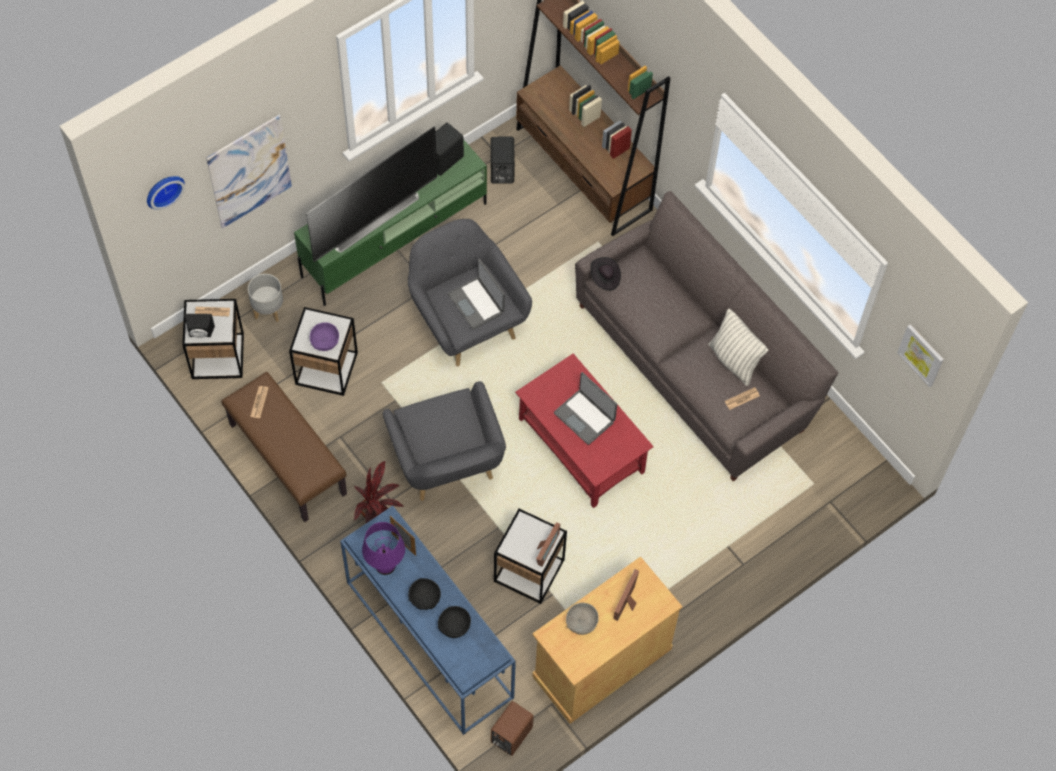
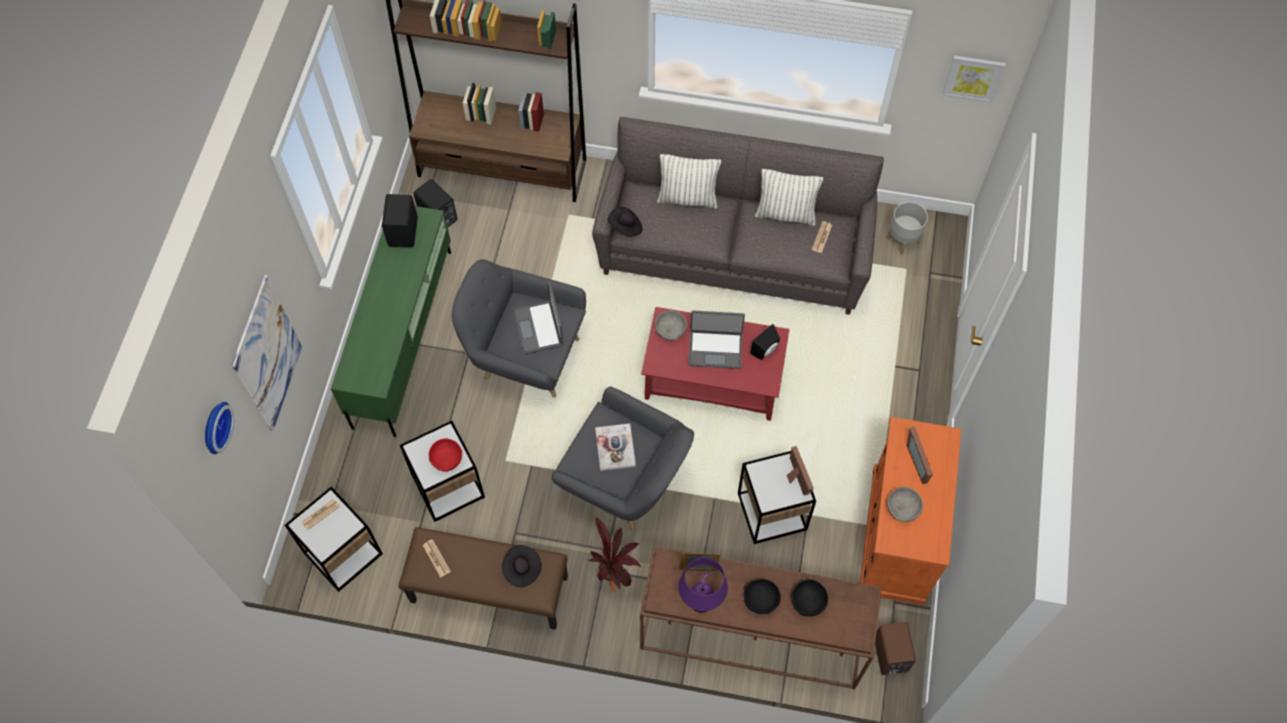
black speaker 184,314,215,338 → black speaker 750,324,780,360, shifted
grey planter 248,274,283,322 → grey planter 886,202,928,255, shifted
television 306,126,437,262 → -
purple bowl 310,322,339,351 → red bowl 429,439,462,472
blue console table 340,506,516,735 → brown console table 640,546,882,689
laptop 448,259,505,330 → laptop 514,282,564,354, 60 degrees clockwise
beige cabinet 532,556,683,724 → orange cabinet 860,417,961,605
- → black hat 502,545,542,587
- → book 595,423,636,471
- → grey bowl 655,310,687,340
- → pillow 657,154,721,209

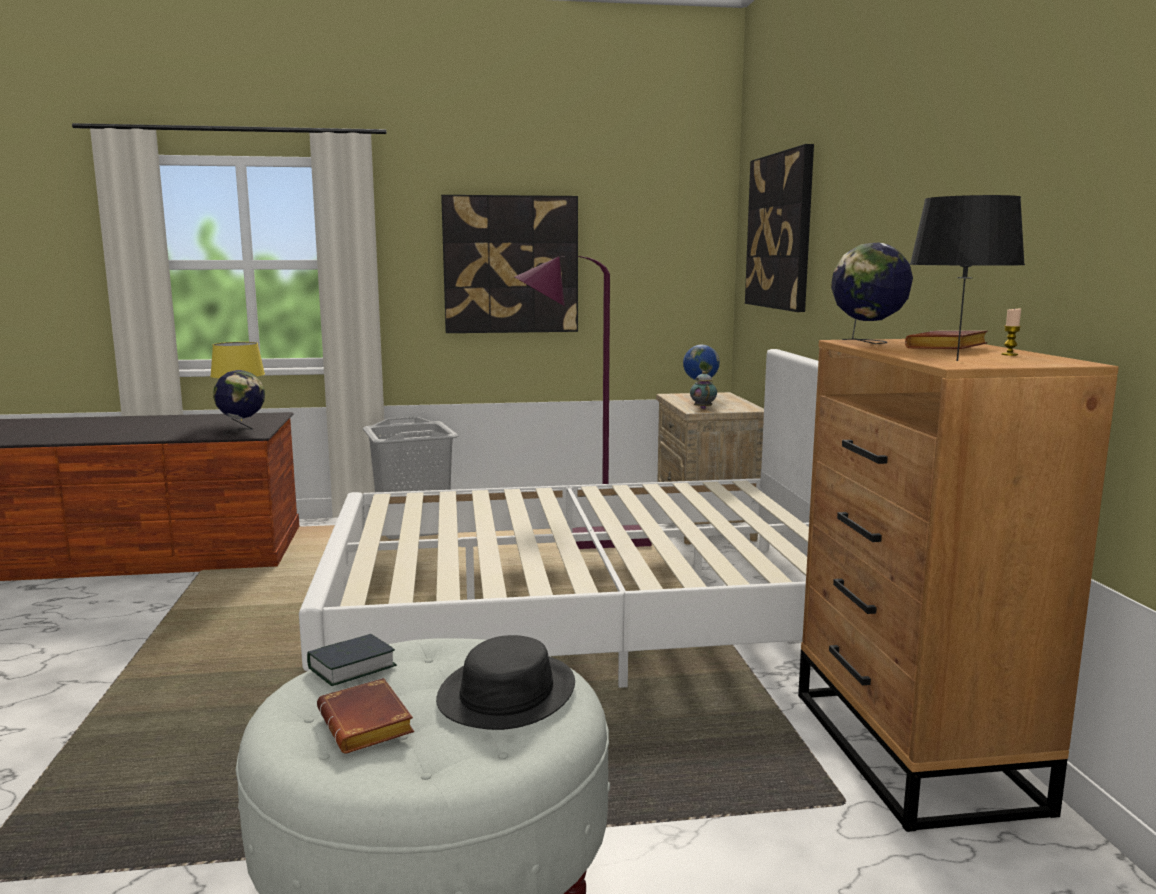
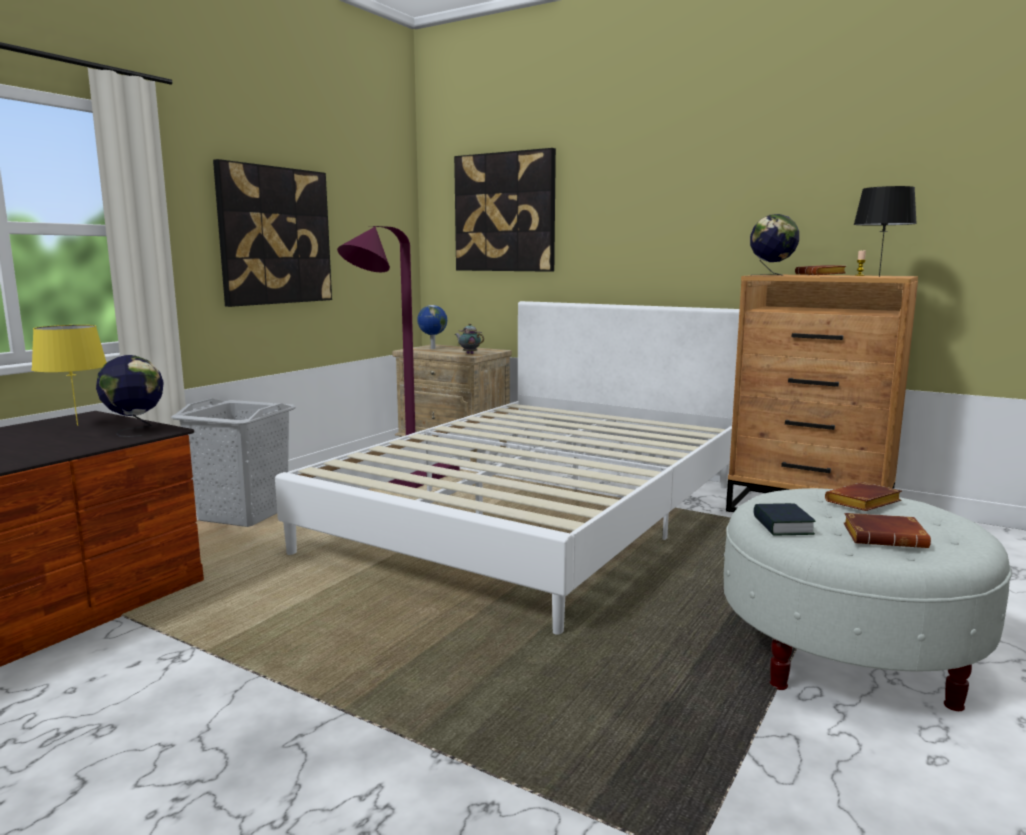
black hat 436,635,575,730 → brown book 825,482,902,511

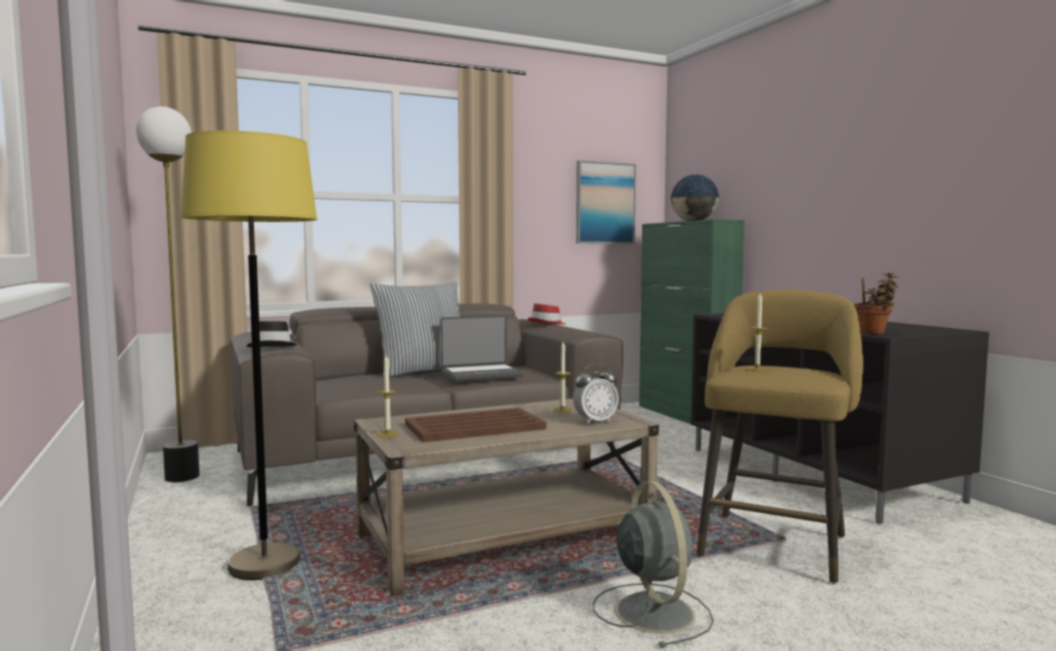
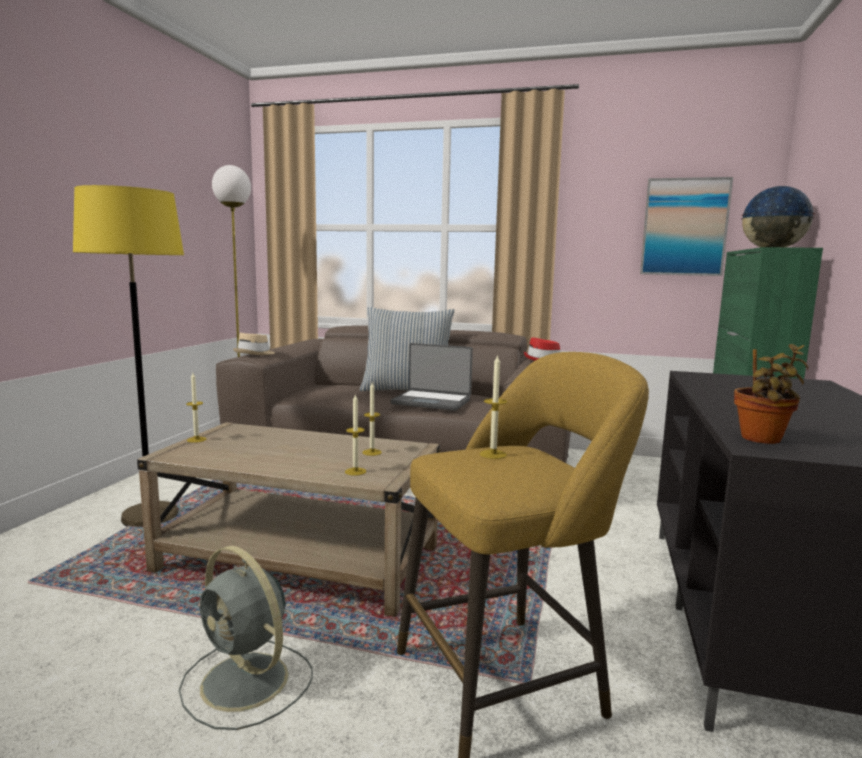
black hat 246,321,297,347 → beige hat 233,333,275,355
brown tray 405,408,547,442 → -
alarm clock 573,363,619,424 → candle 345,395,366,476
grey fan 593,481,714,648 → grey fan 179,546,313,730, 105 degrees clockwise

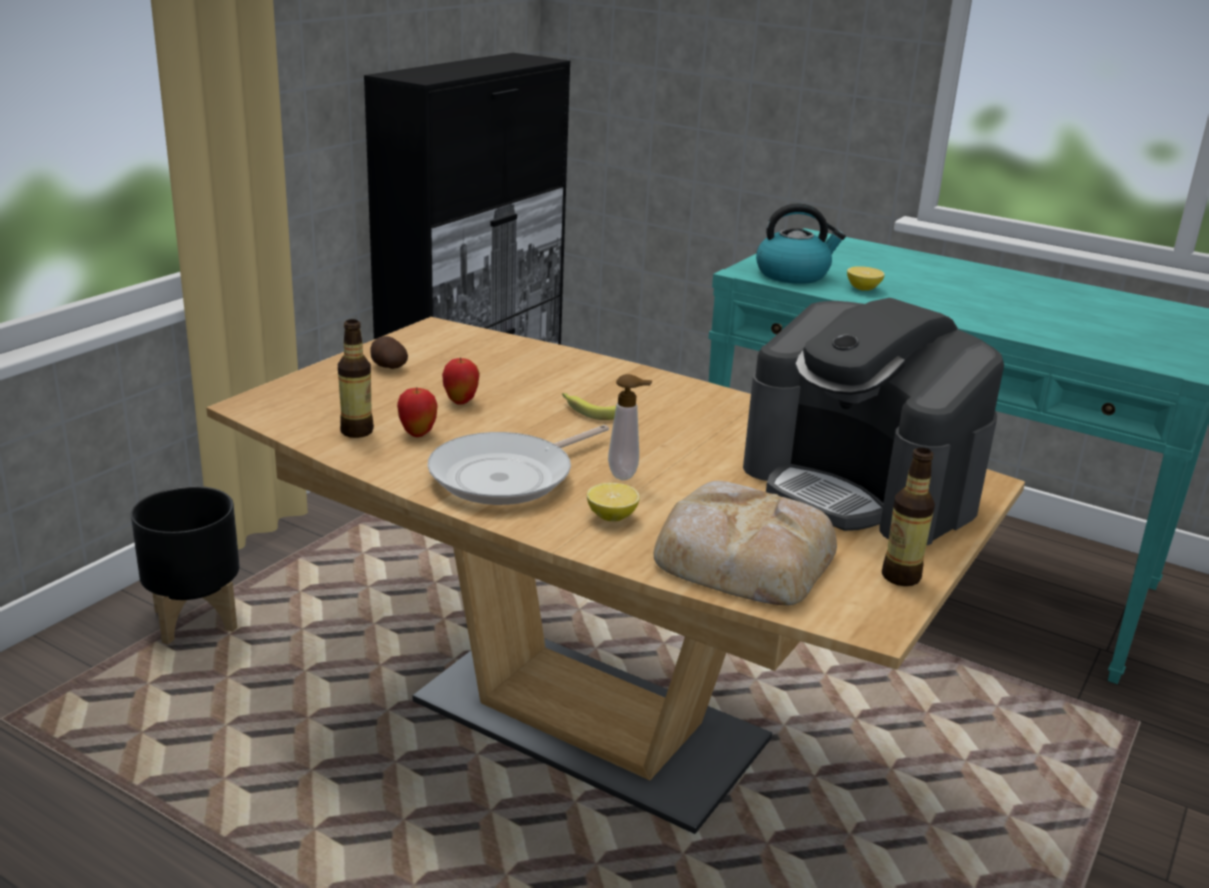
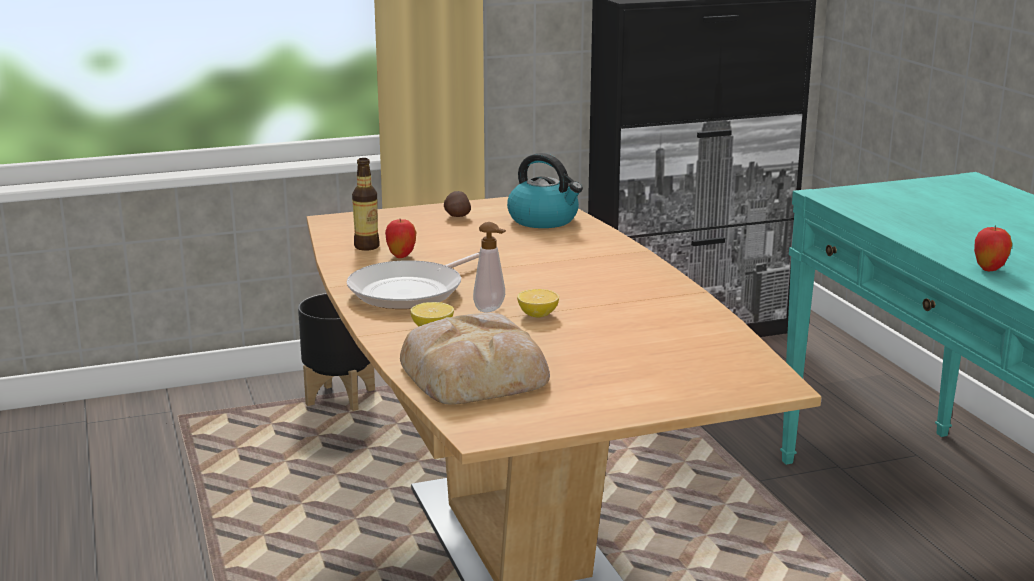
frying pan 428,425,609,505 → frying pan 347,252,480,309, 45 degrees counterclockwise
apple 442,357,480,405 → apple 974,225,1012,271, shifted
banana 562,393,616,420 → -
coffee machine 743,298,1004,546 → -
kettle 756,203,846,284 → kettle 507,153,583,228, shifted
lemon 847,266,884,291 → lemon 517,289,560,318, shifted
bottle 882,448,935,586 → -

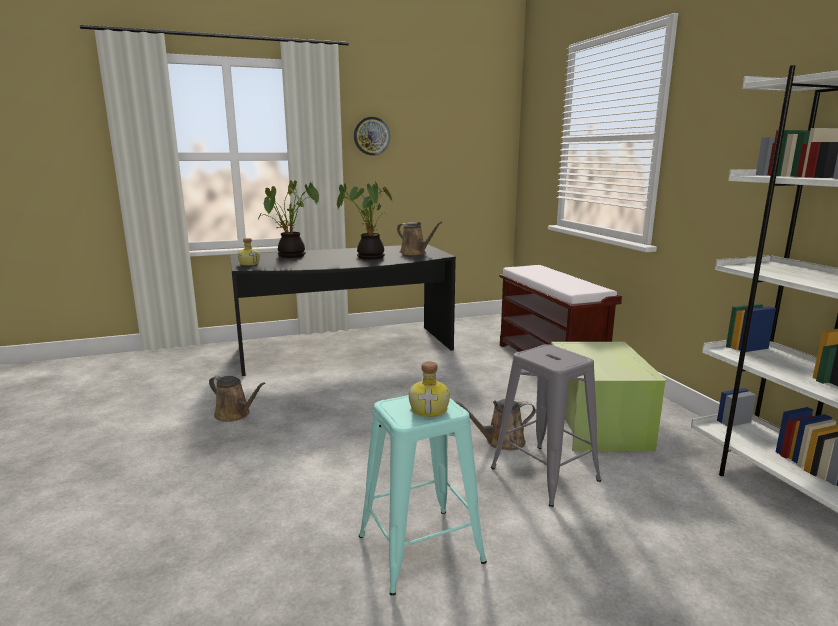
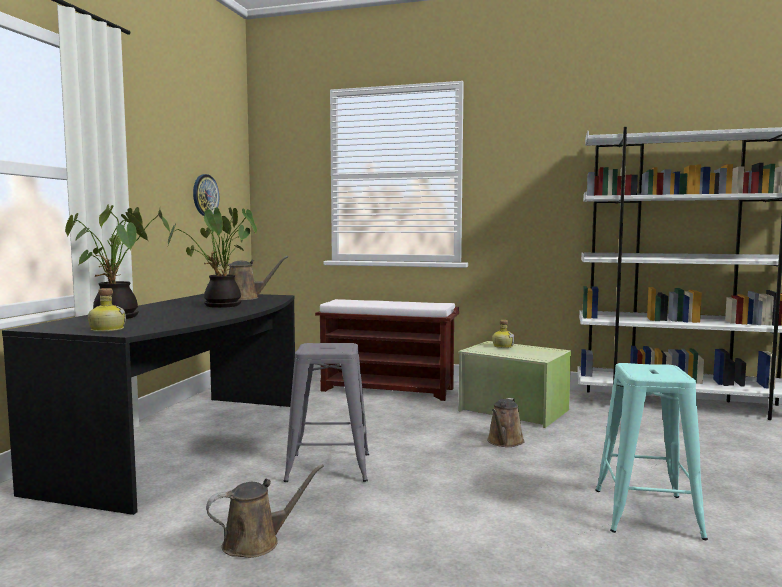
wall clock 354,117,390,155 → wall clock 193,174,219,216, shifted
bottle 409,361,450,417 → bottle 492,320,515,348, shifted
grey stool 491,344,601,507 → grey stool 283,343,369,482, shifted

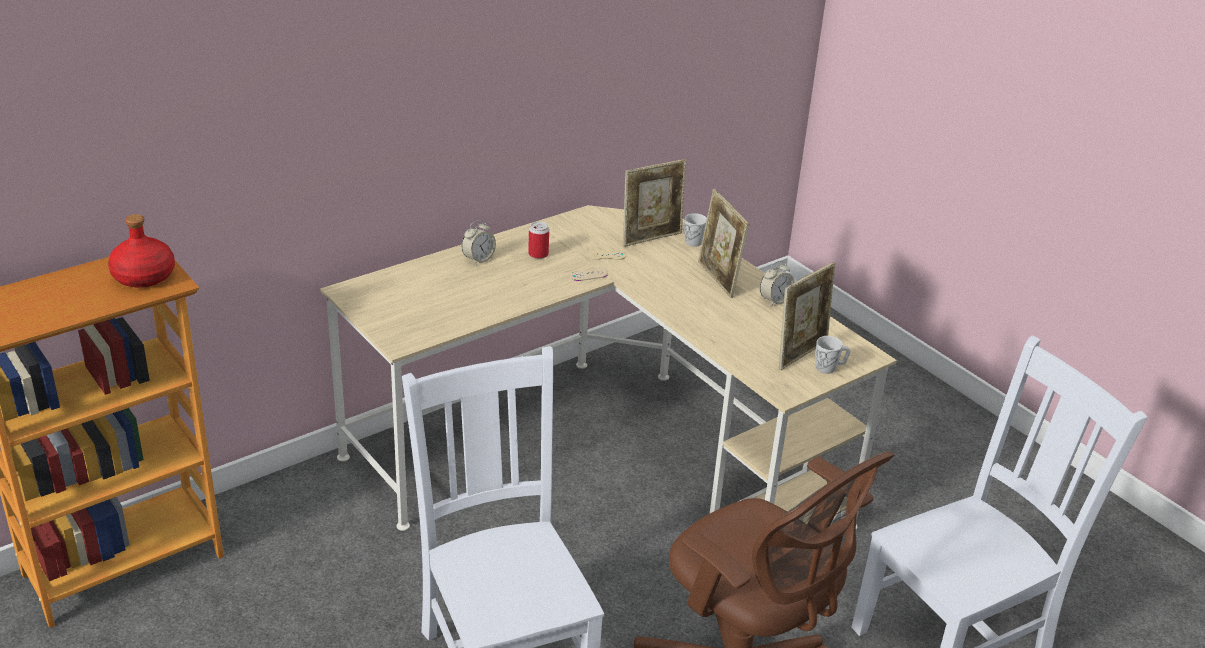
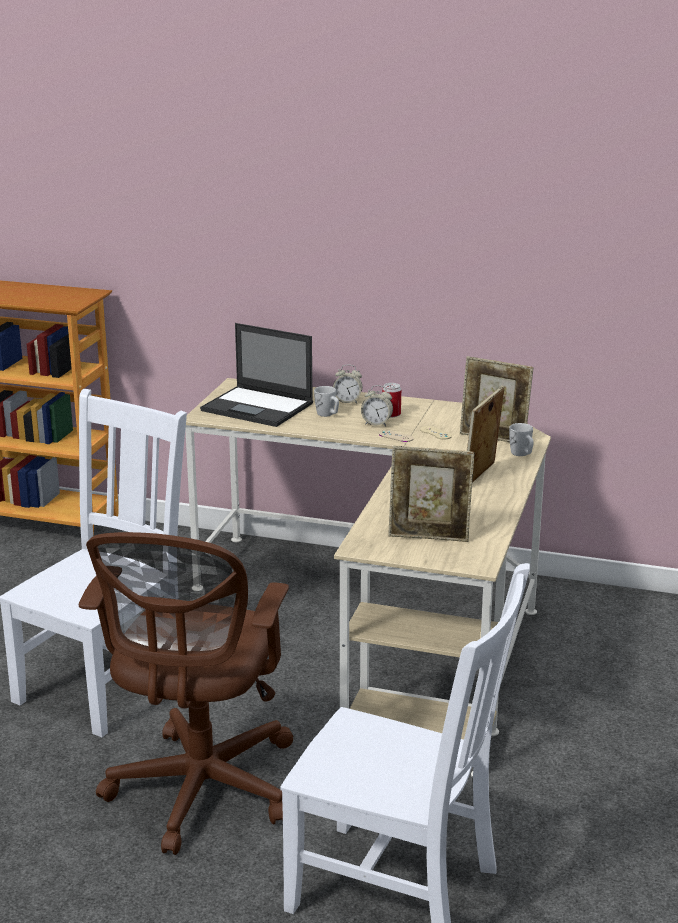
red bottle 108,214,175,288 → -
alarm clock 760,261,794,306 → alarm clock 361,385,393,426, shifted
white mug 815,336,850,374 → white mug 314,386,339,417, shifted
- → laptop 200,323,313,427

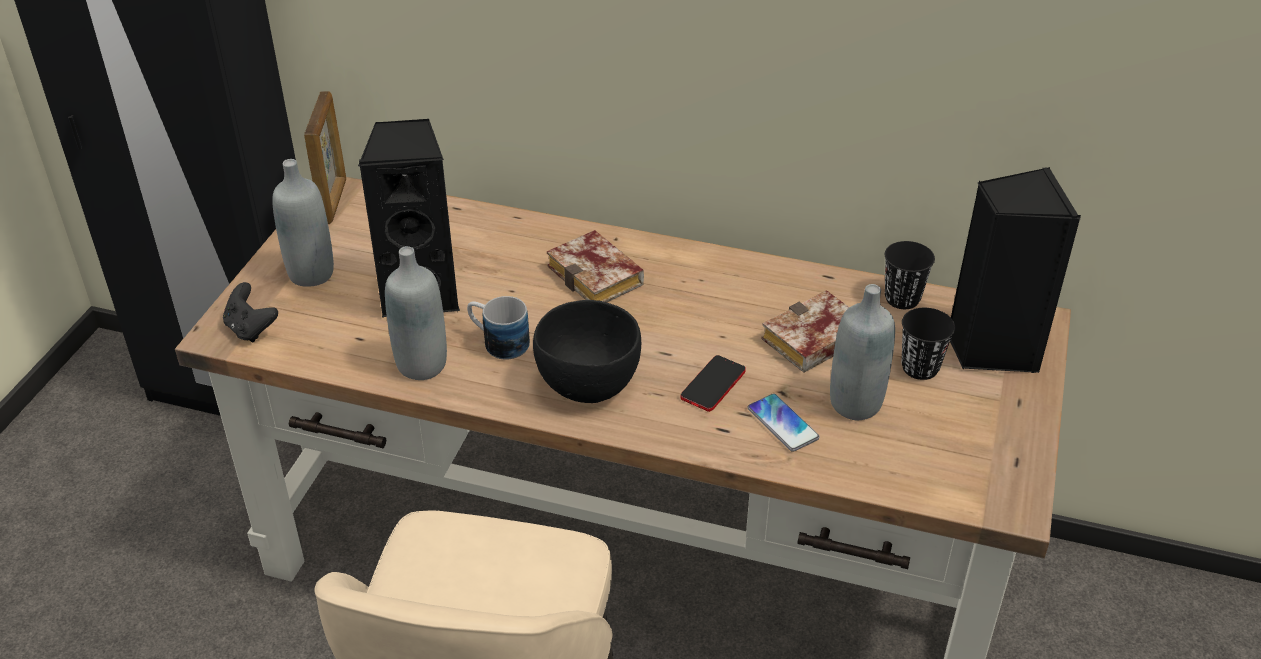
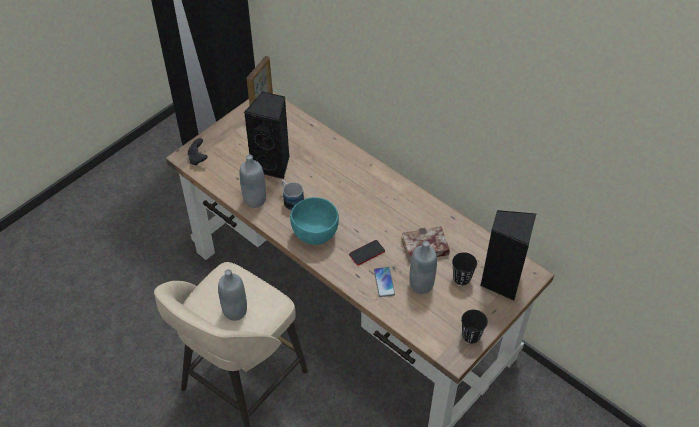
grey bottle 272,159,334,287 → grey bottle 218,269,247,321, shifted
black bowl 533,300,641,403 → turquoise bowl 290,197,339,245
book 547,230,644,302 → -
black cup 885,241,935,309 → black cup 461,310,488,343, shifted

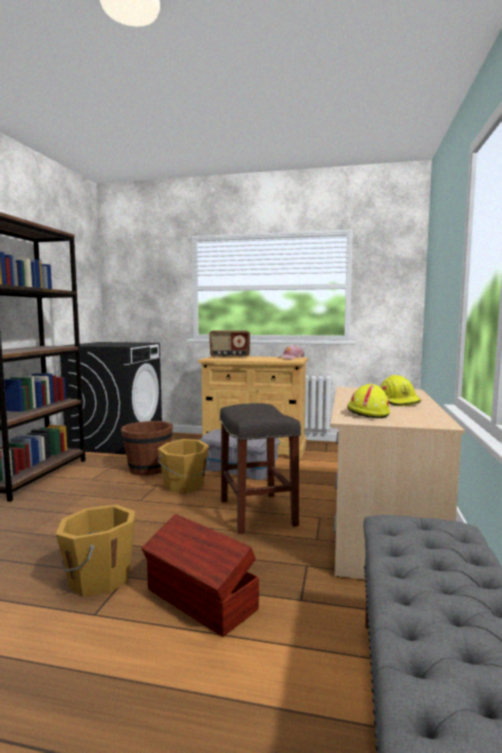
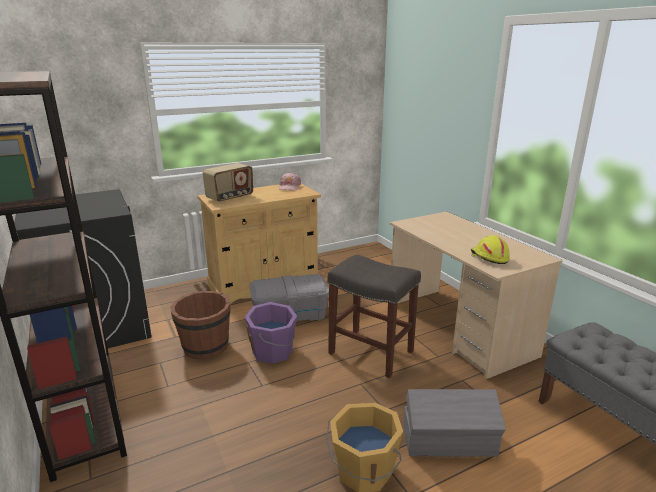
brown storage box 141,514,259,637 → grey storage box 404,389,506,457
orange bucket 158,439,211,493 → purple bucket 245,302,297,364
yellow hard hat 380,375,421,406 → -

